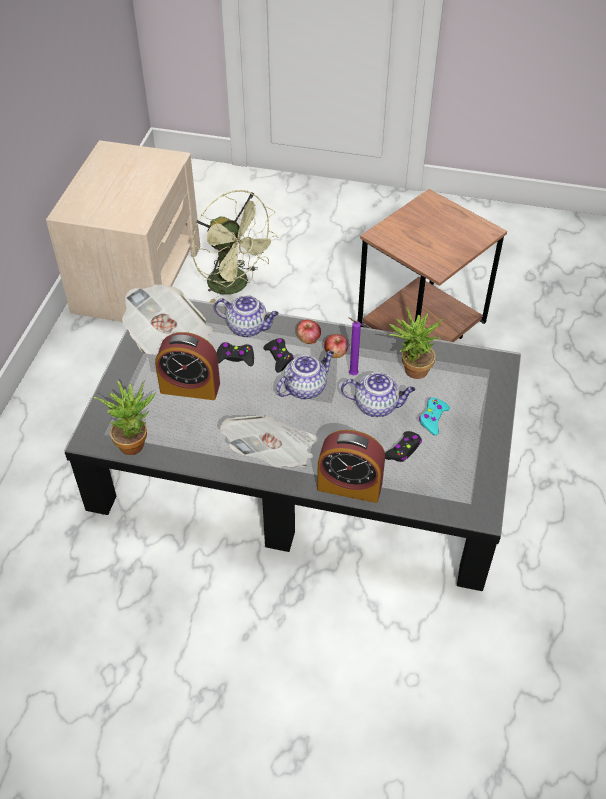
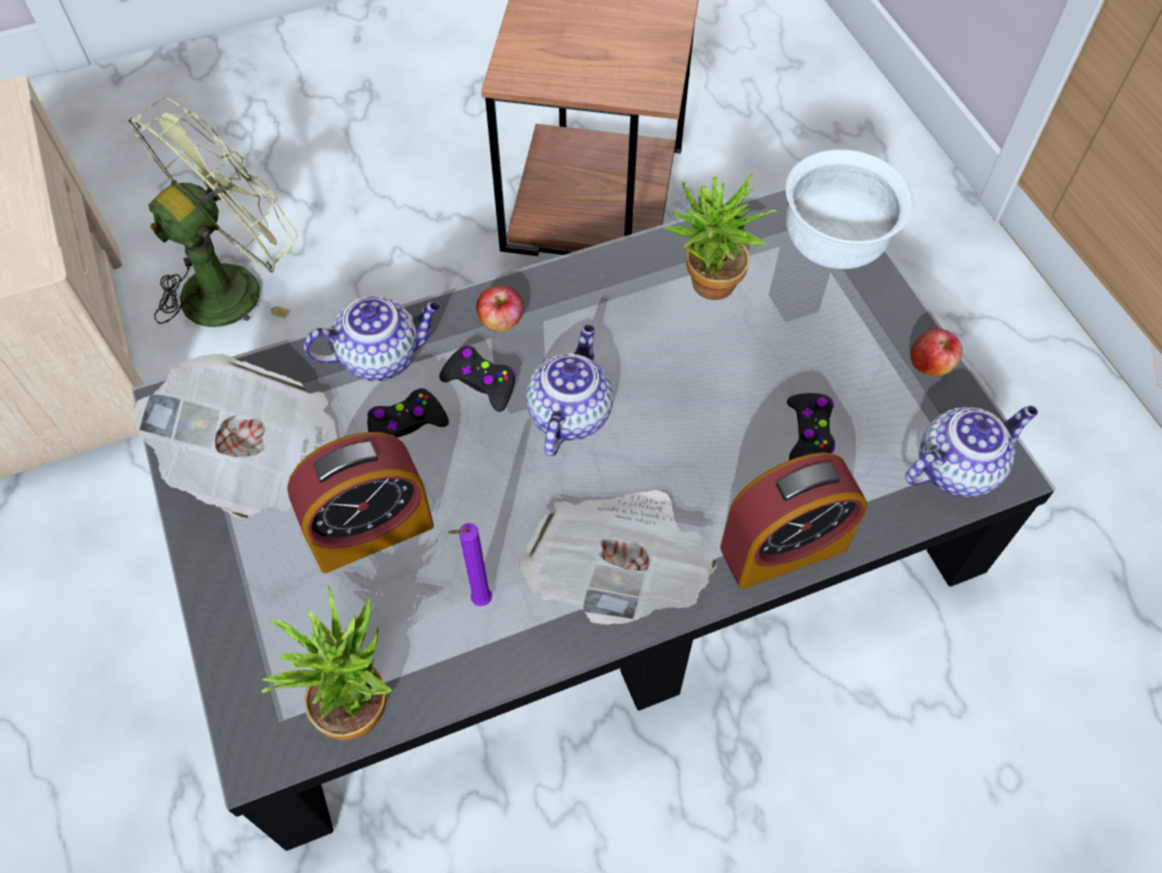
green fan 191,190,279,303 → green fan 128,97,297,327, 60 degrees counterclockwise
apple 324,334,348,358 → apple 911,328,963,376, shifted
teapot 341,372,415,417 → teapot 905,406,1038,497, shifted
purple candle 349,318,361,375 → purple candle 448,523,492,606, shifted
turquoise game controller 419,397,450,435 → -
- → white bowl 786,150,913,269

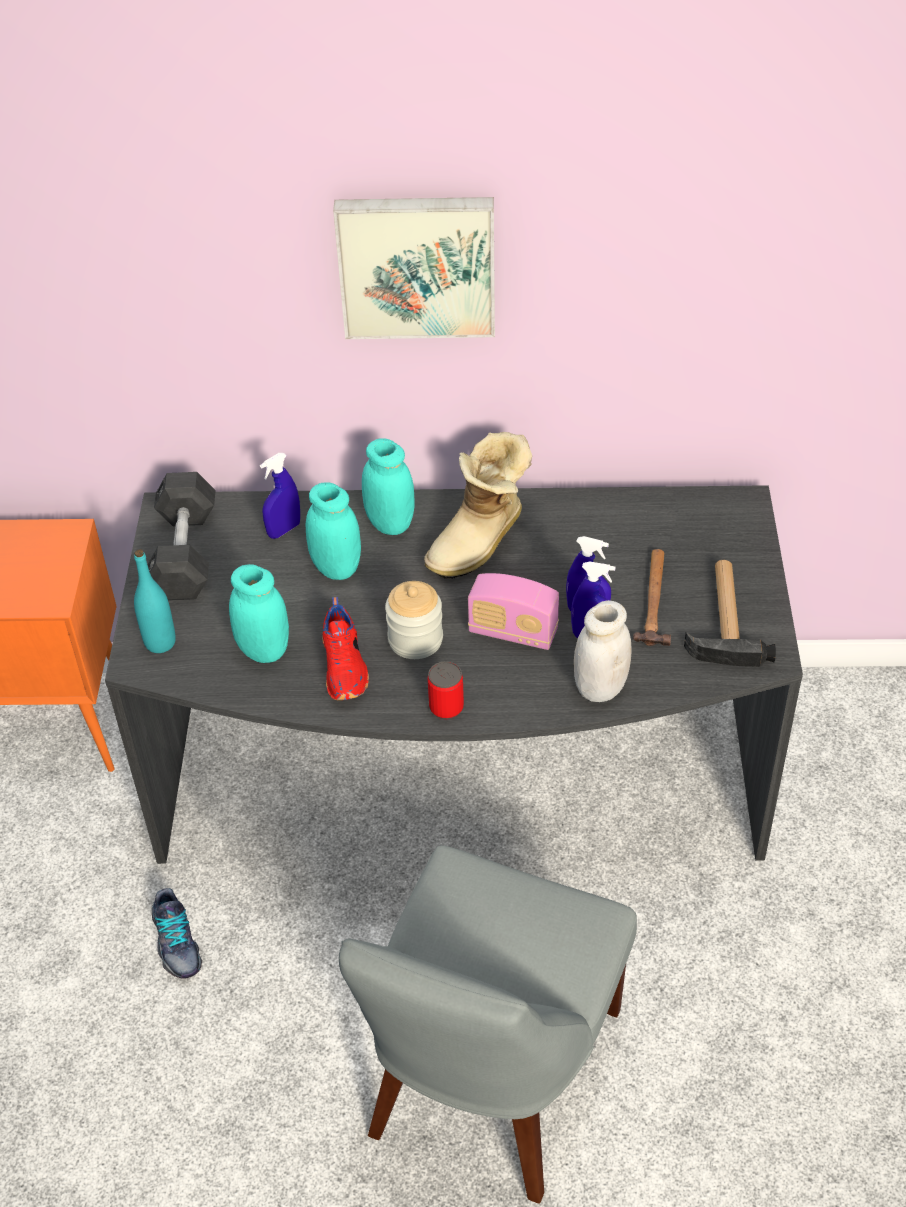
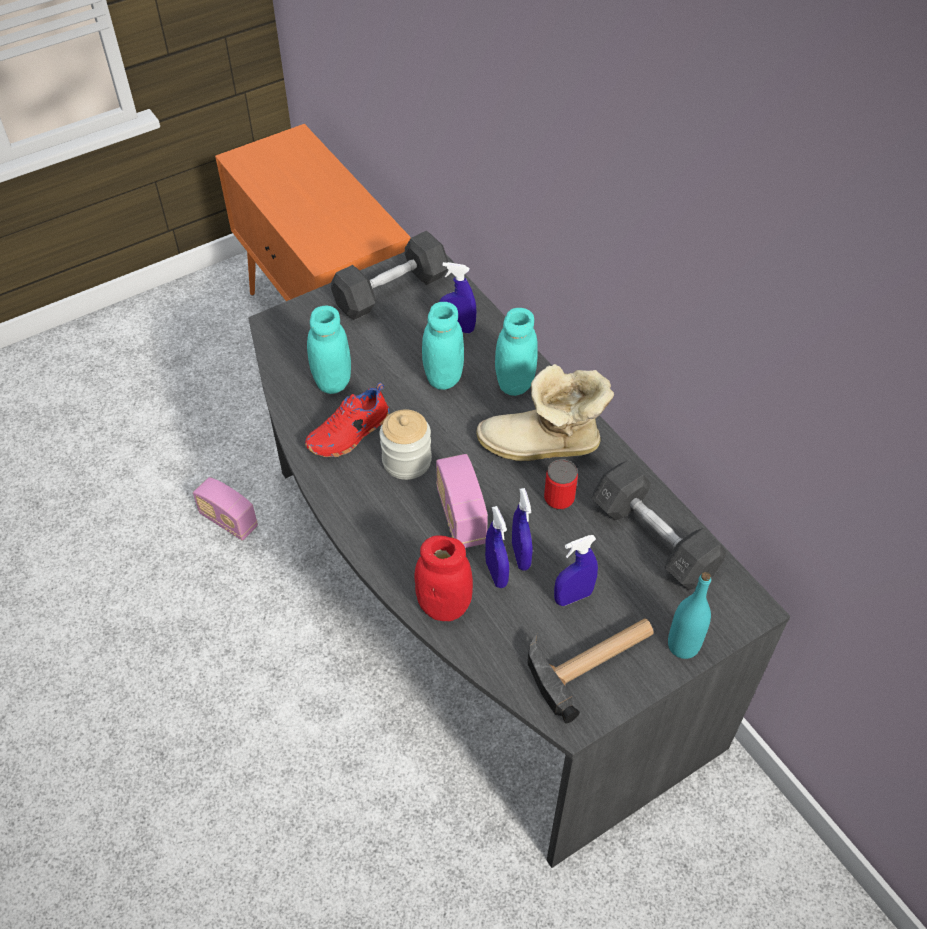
turquoise bottle 134,549,176,653 → turquoise bottle 668,572,711,659, shifted
shoe 152,888,202,979 → radio 193,477,258,541
picture 333,197,495,339 → -
grey chair 339,845,637,1204 → -
can 428,661,464,719 → can 544,459,578,510, shifted
white jar 574,600,632,702 → red jar 415,535,473,621
hammer 633,549,671,646 → blue spray bottle 554,535,598,606
- → grey dumbbell 591,460,726,590

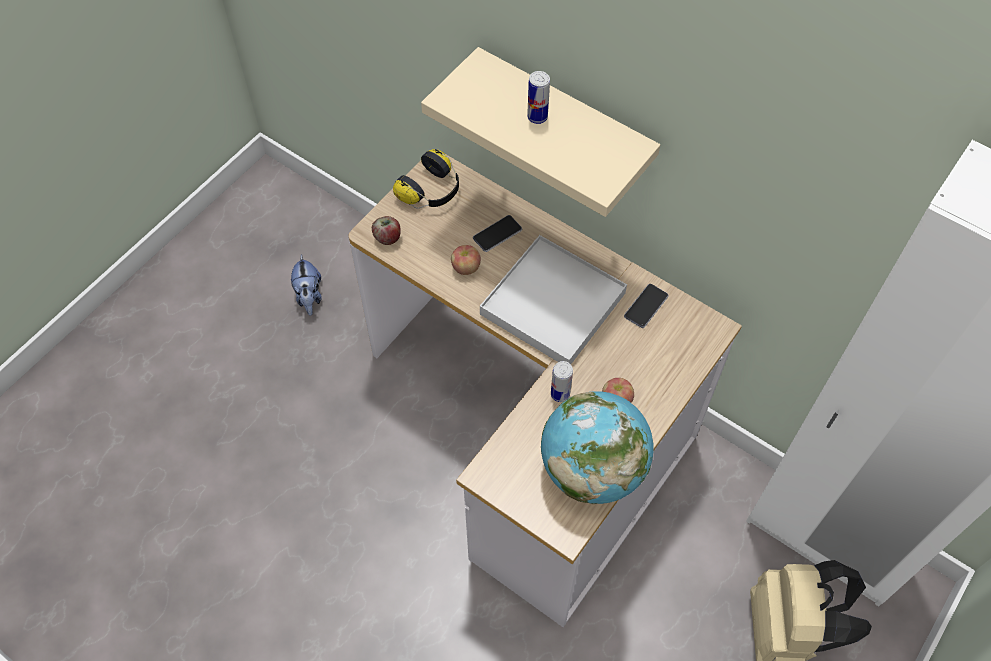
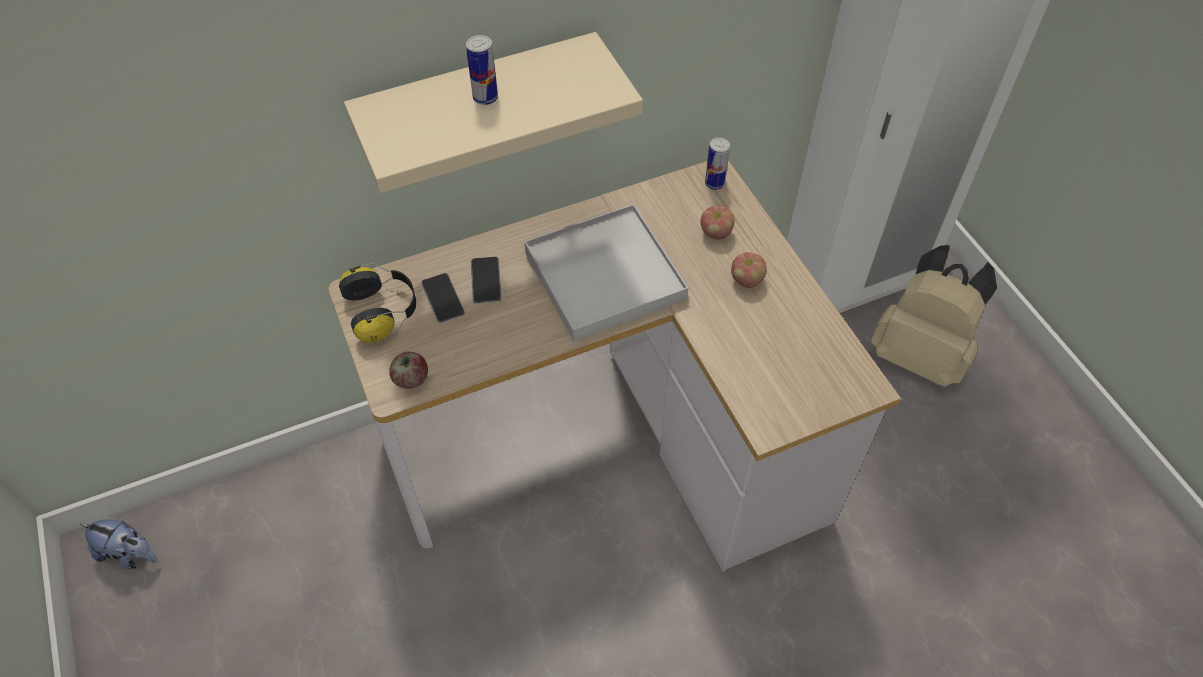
plush toy 291,254,322,316 → plush toy 80,519,158,569, shifted
apple 451,245,481,275 → apple 701,206,735,239, shifted
globe 541,391,654,504 → -
can 551,361,573,402 → can 705,138,730,190, shifted
phone 624,284,669,328 → phone 421,273,465,323, shifted

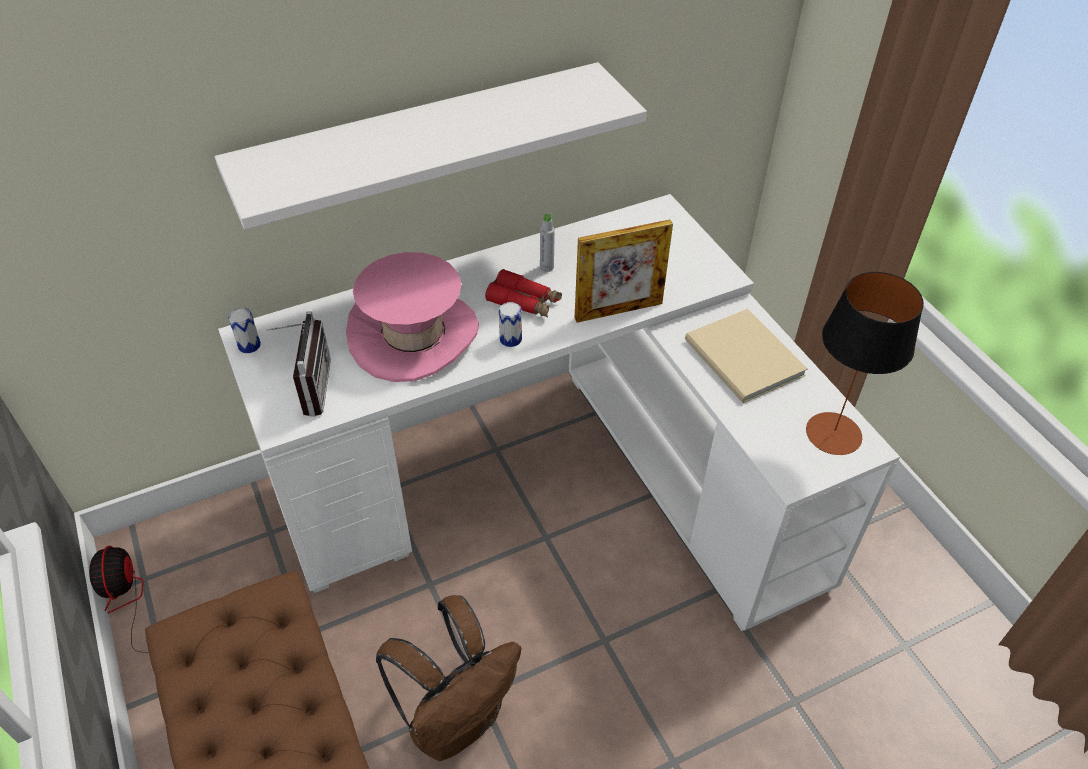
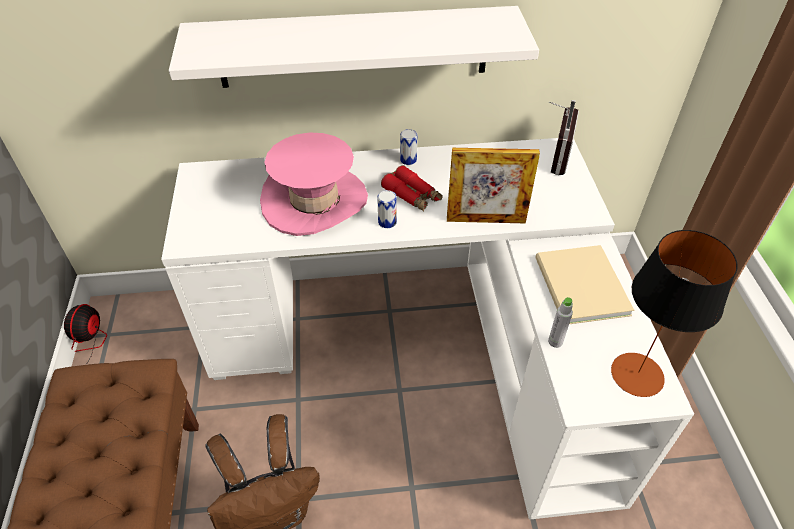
can 228,308,261,353 → can 400,129,417,165, shifted
radio 266,311,331,417 → radio 549,100,579,175, shifted
grey bottle 540,214,555,272 → grey bottle 548,297,573,348, shifted

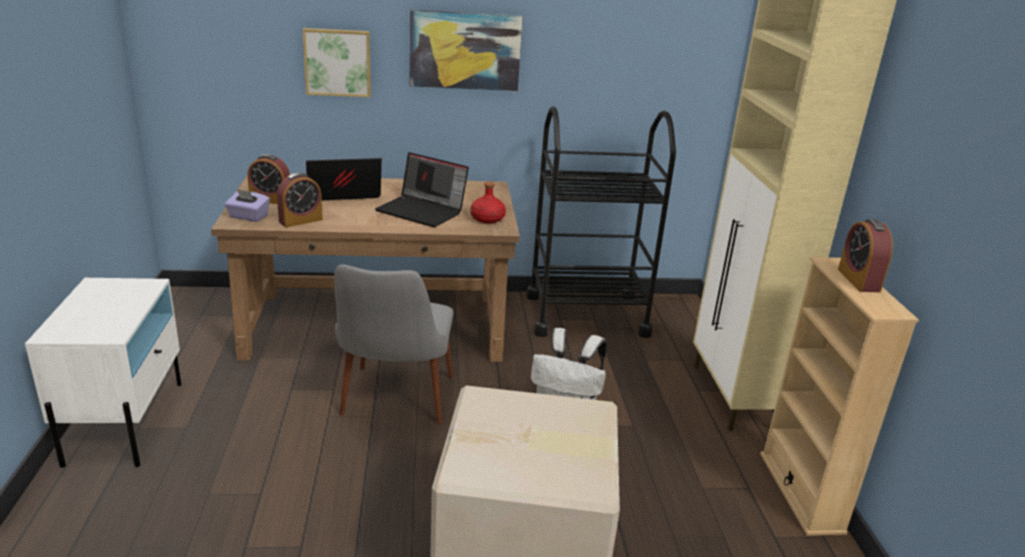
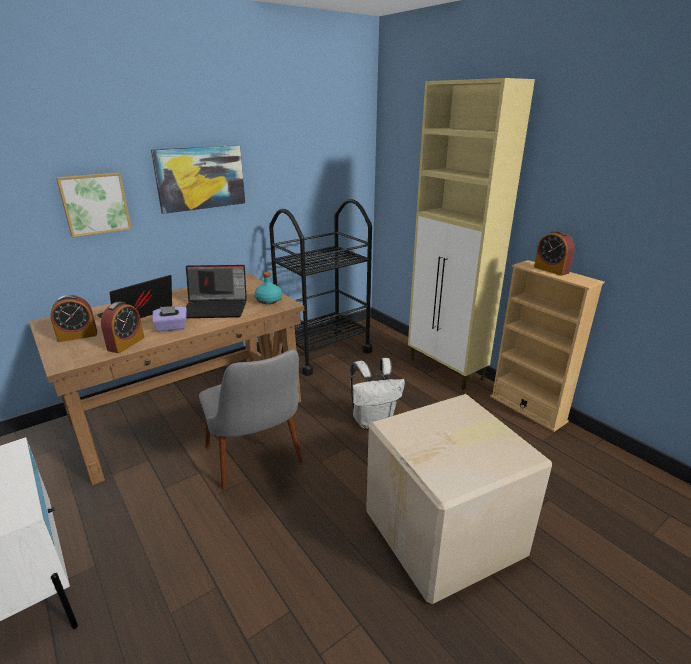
purple tissue box 225,189,270,222 → purple tissue box 152,306,187,332, shifted
red bottle 470,181,506,224 → turquoise bottle 254,272,282,304

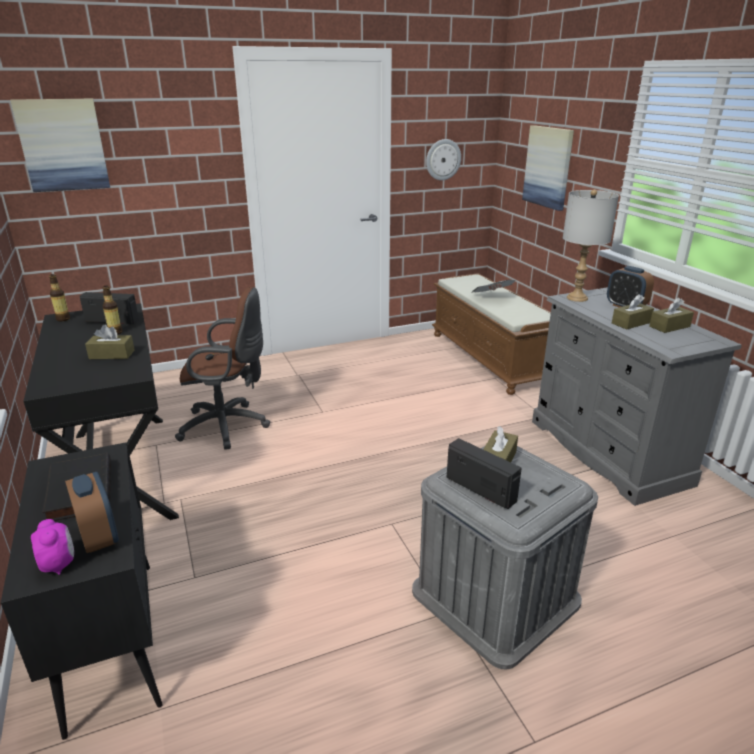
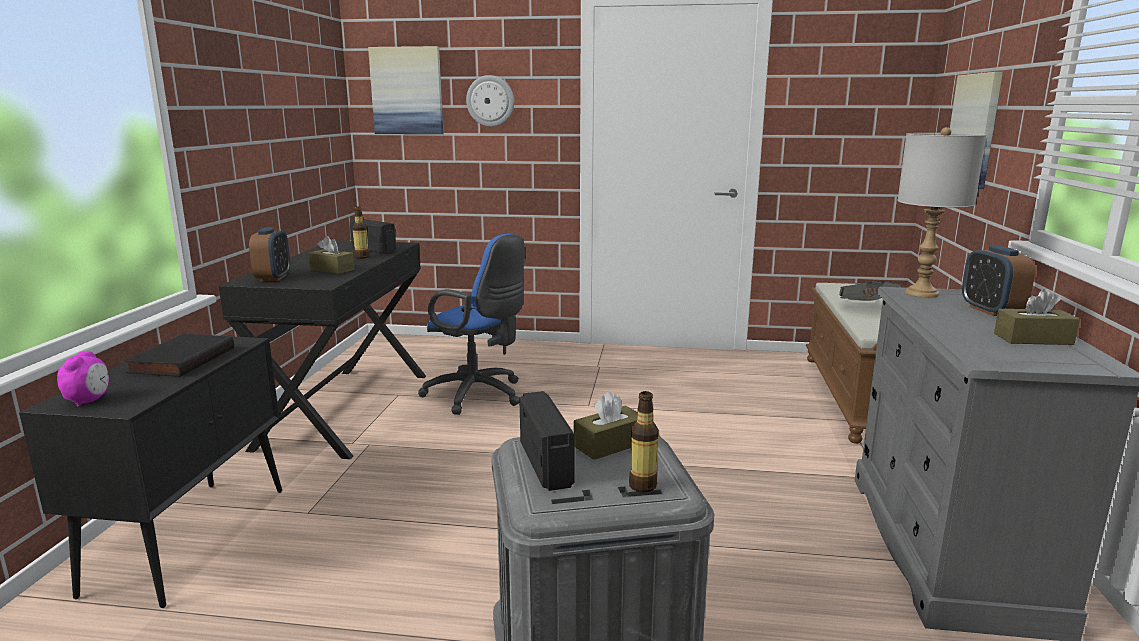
bottle 49,274,70,321 → bottle 629,391,659,492, shifted
alarm clock 65,472,119,553 → alarm clock 249,227,290,281, shifted
brown office chair 175,287,270,450 → blue office chair 418,234,525,415
wall clock 426,139,461,180 → wall clock 466,75,514,127, shifted
brown tissue box 612,294,654,329 → -

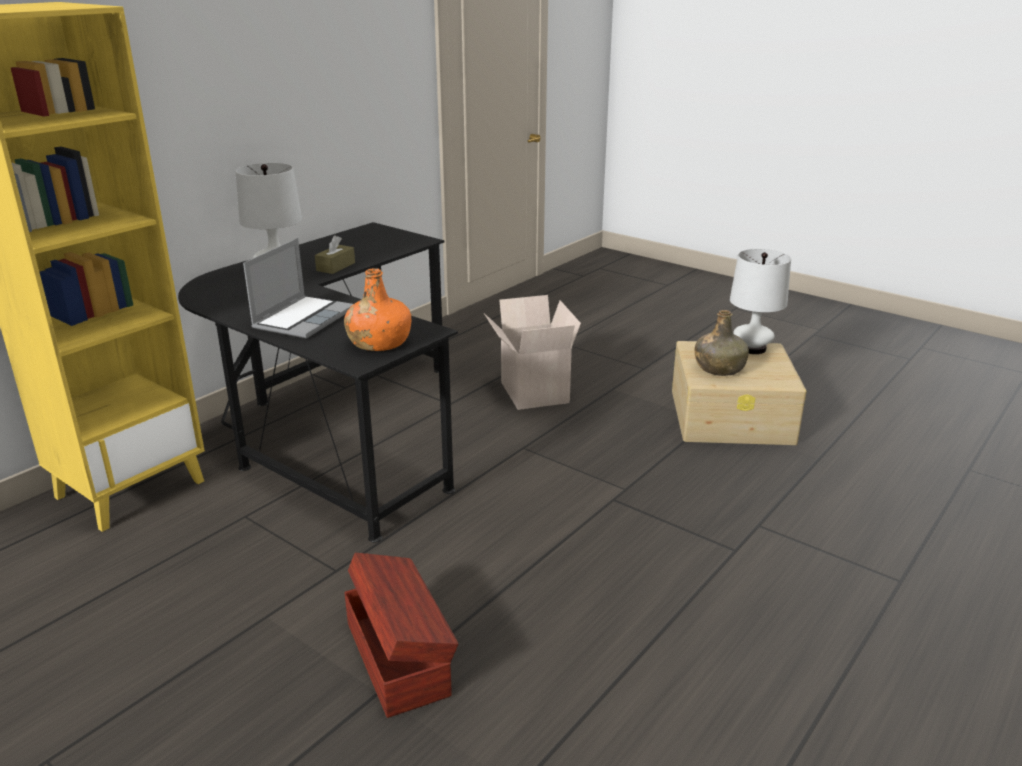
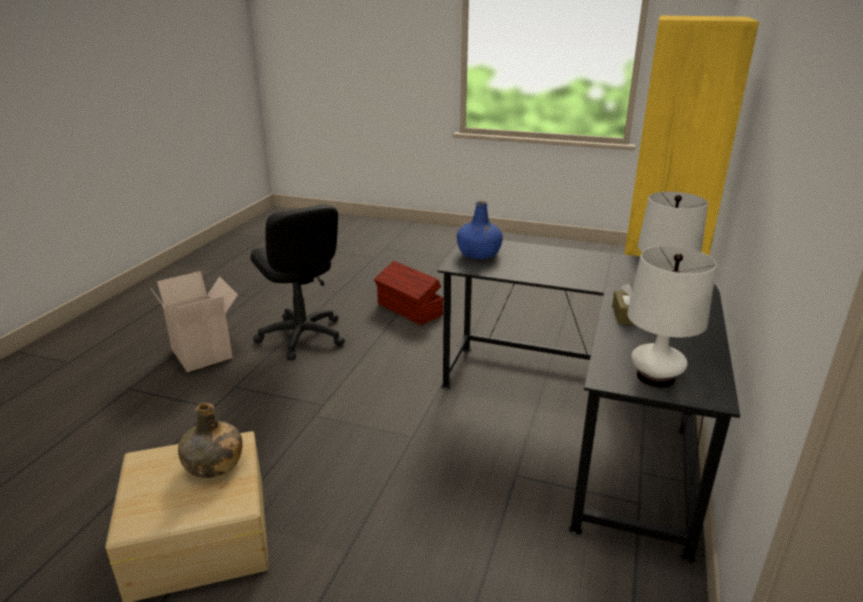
laptop 243,238,353,339 → -
orange bottle 344,268,411,351 → blue bottle 457,201,503,259
cardboard box 484,295,581,410 → cardboard box 151,271,238,372, shifted
white table lamp 730,249,791,354 → white table lamp 627,246,717,387, shifted
- → black office chair 250,204,345,360

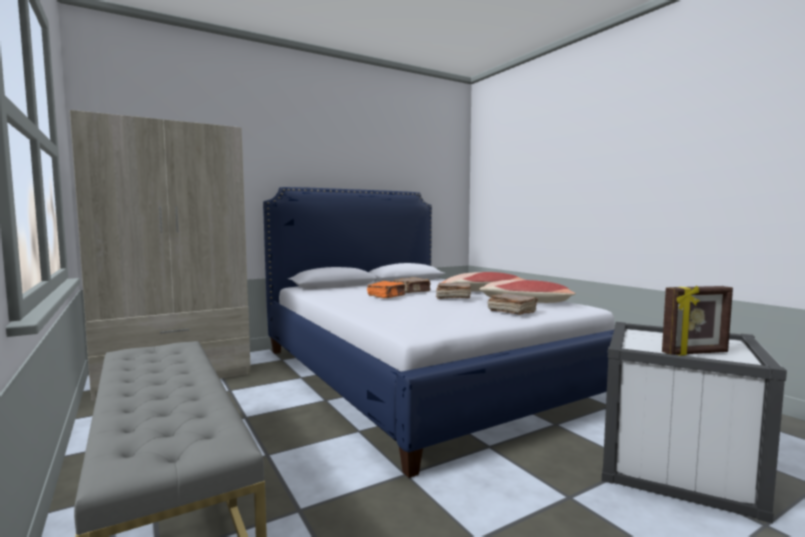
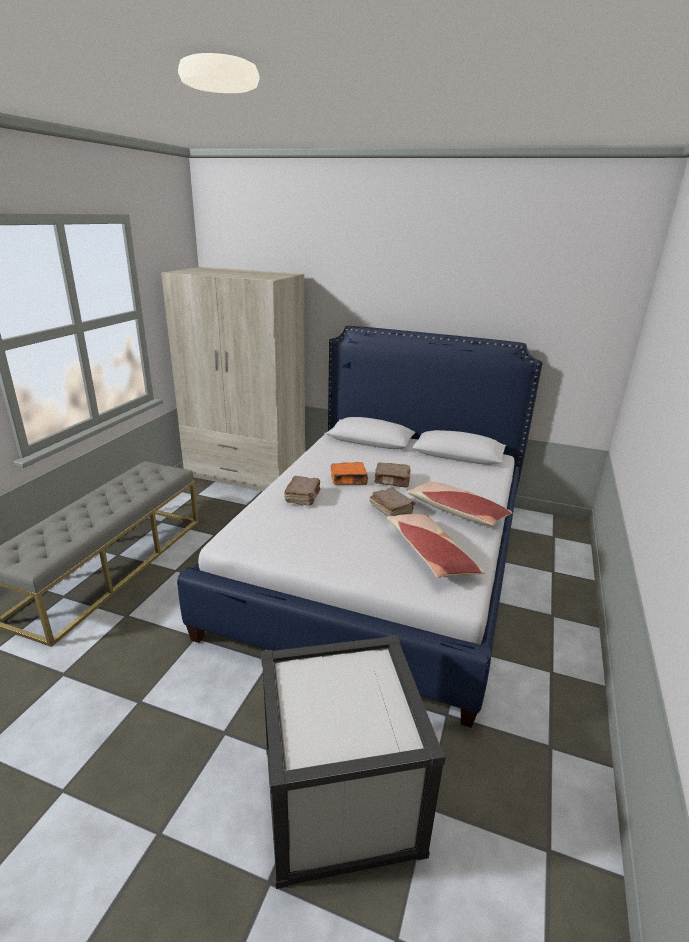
brown book 488,293,538,315 → brown book 284,476,320,506, shifted
picture frame 662,286,733,356 → -

